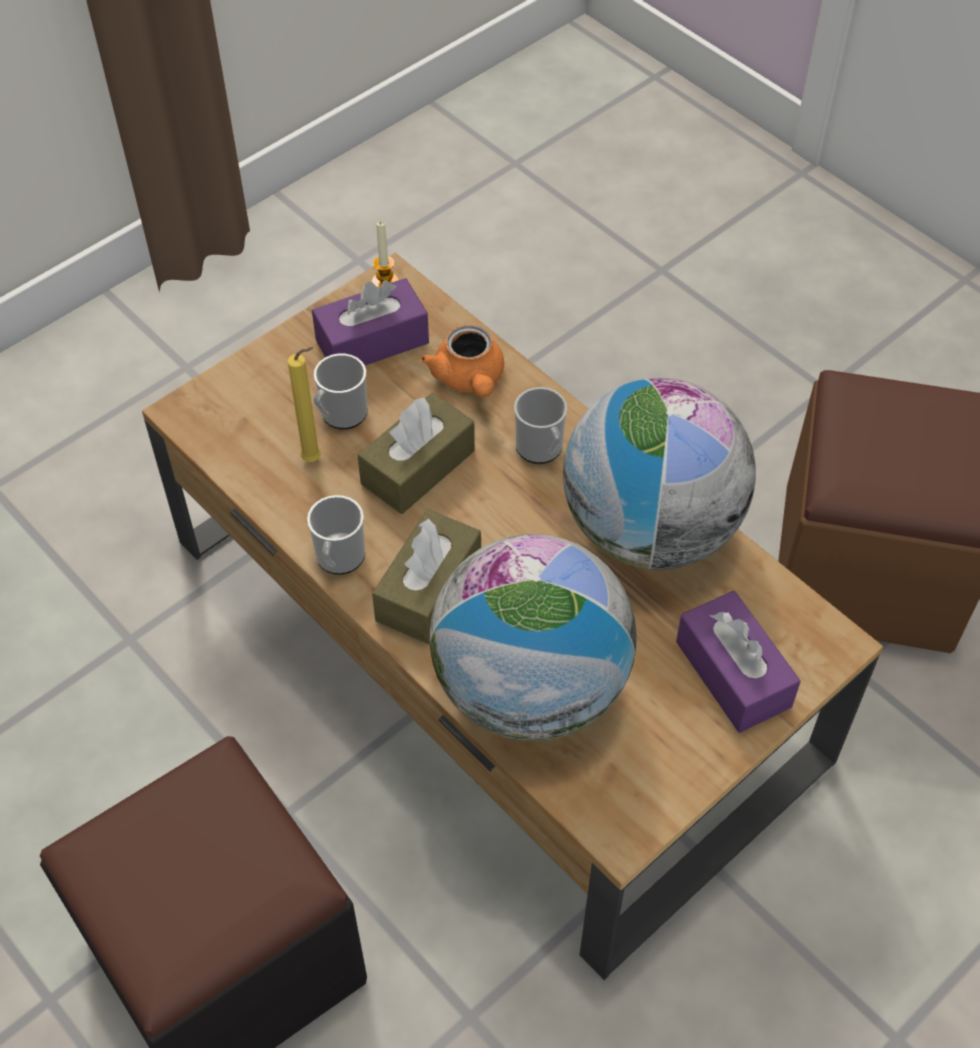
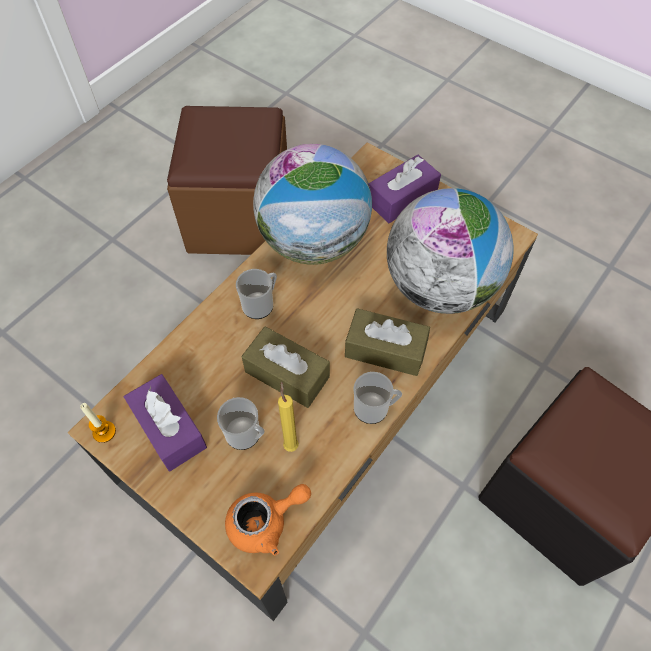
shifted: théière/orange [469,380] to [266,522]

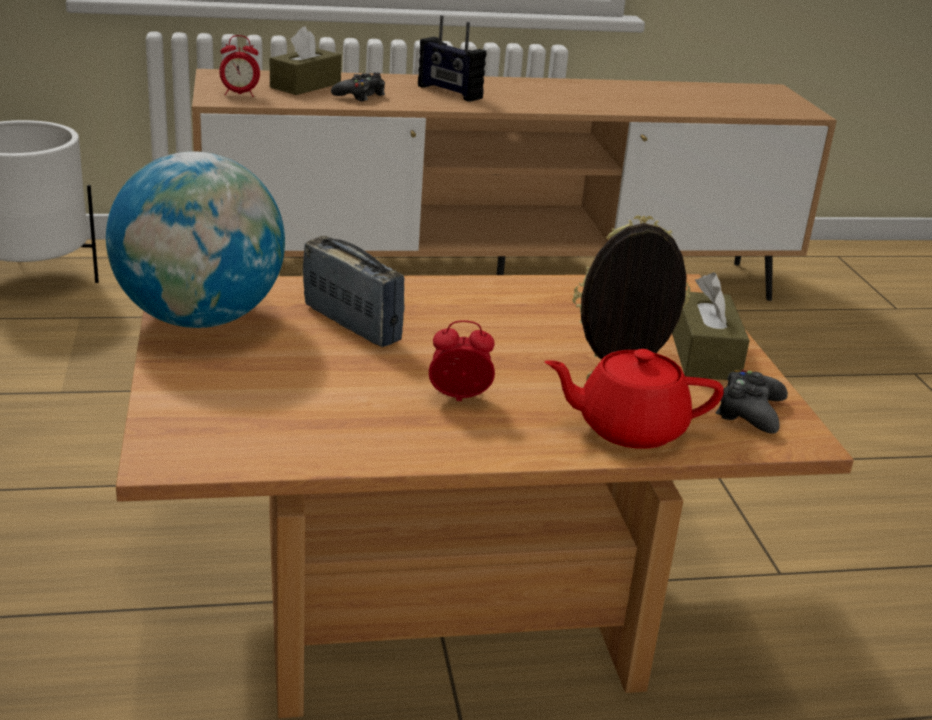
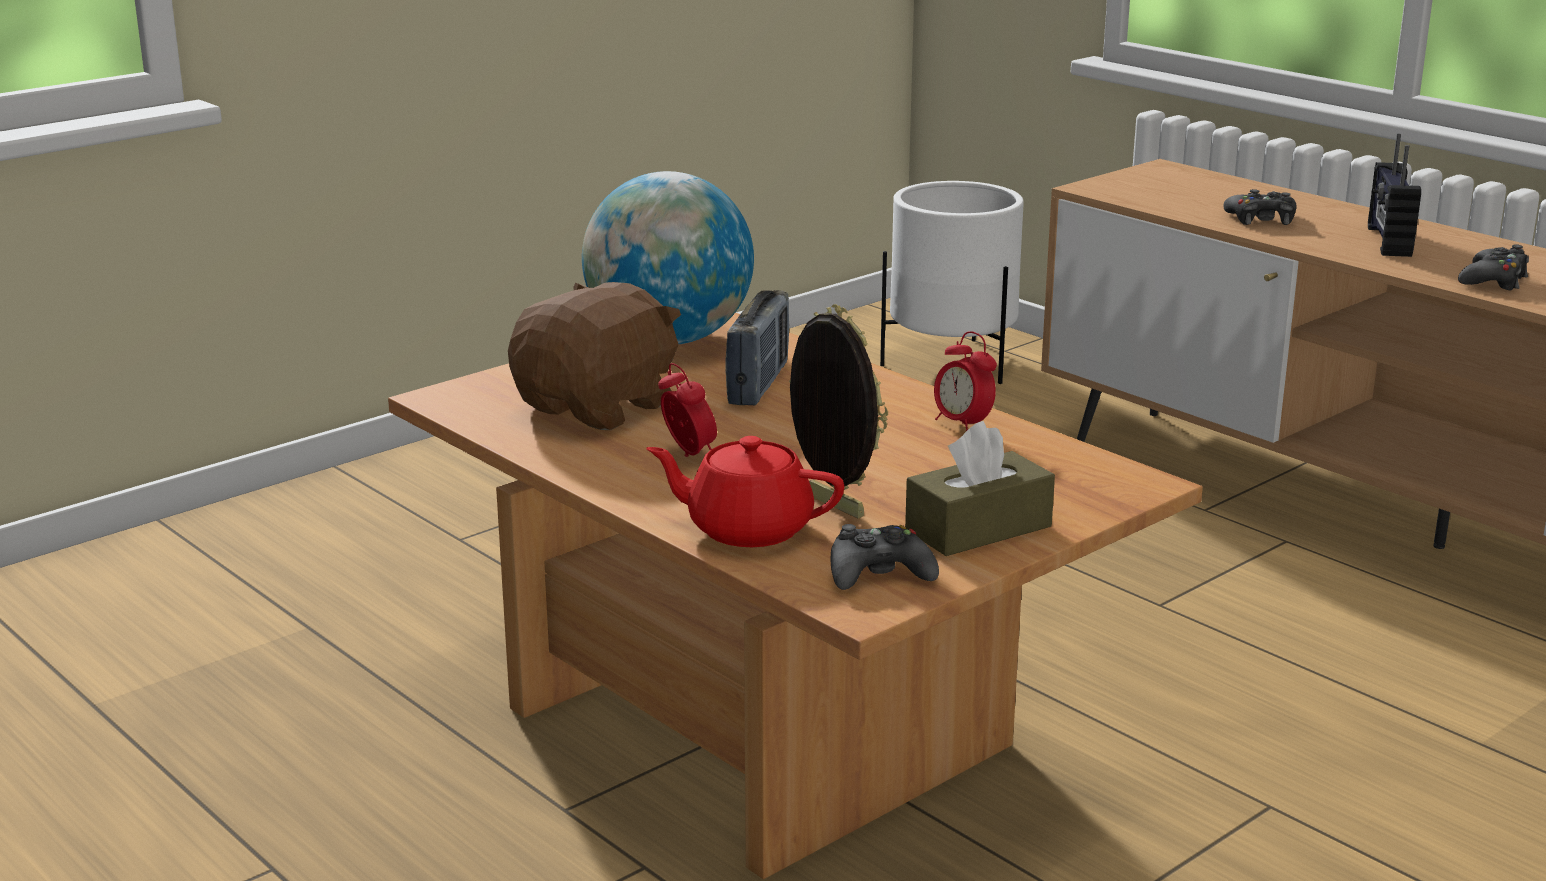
gone: boîte à mouchoirs/marron [305,85]
new: peluche/marron [599,407]; manette/noir [1493,280]
shifted: réveil [239,94] to [962,425]
rotated: théière/rouge [628,428] = [747,529] 45 degrees counterclockwise

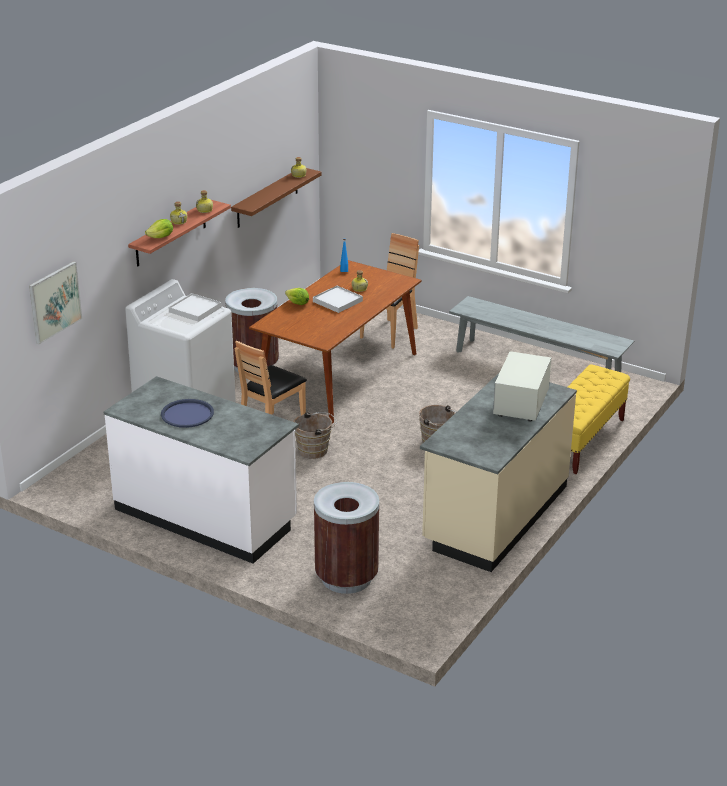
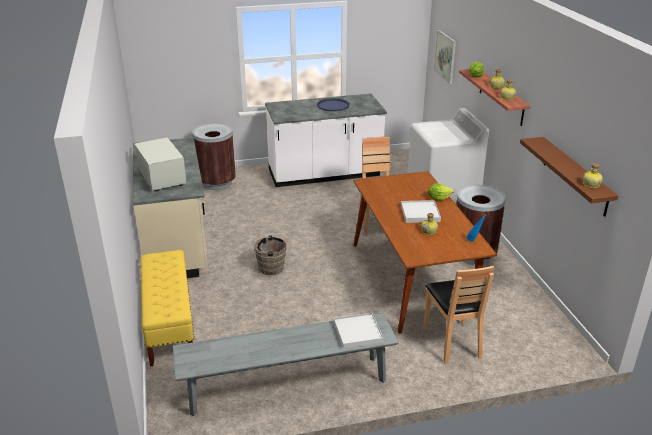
gone: seau/marron [315,450]
shifted: plateau/blanc [195,309] to [357,332]

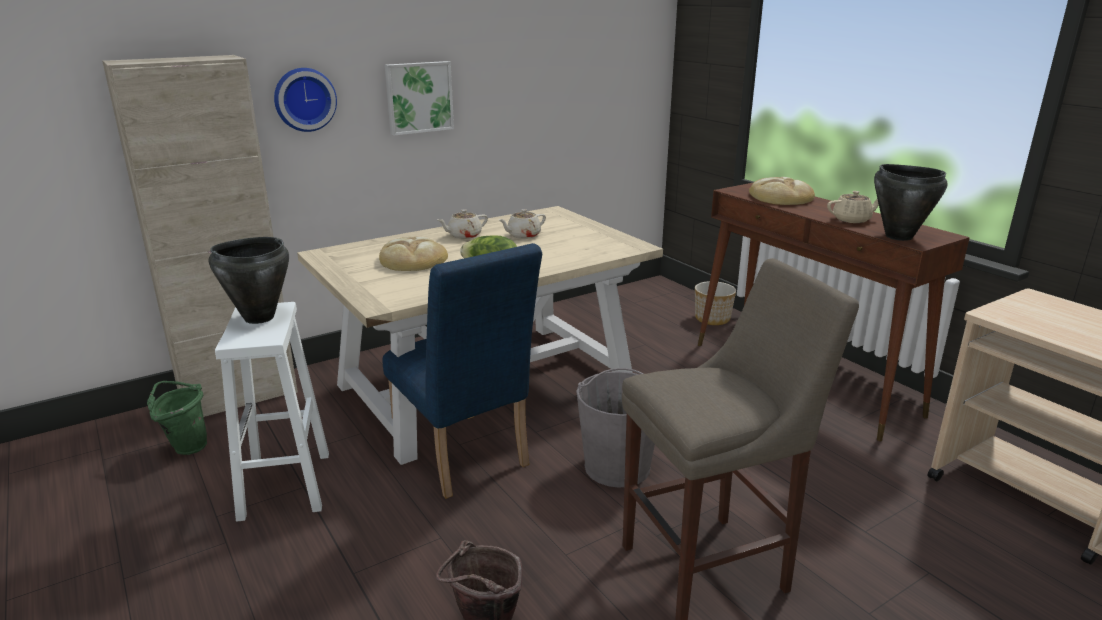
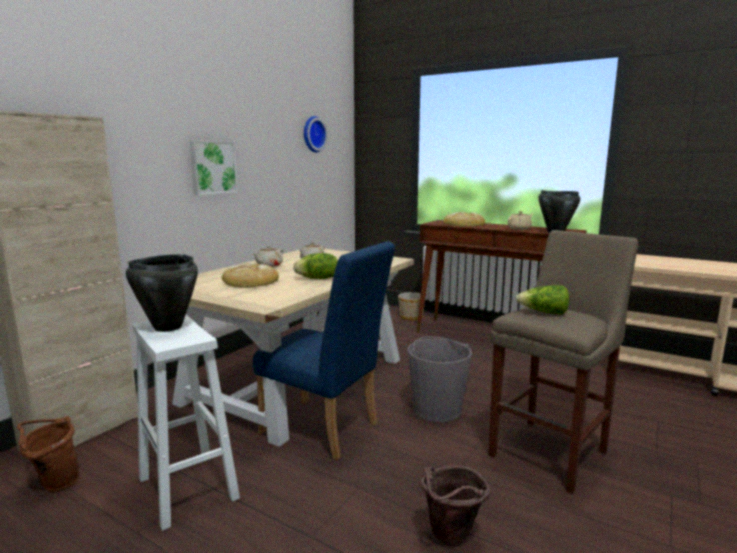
new: laitue [544,313]
shifted: horloge murale [304,99] to [312,134]
repainted: seau/vert [186,446] to seau/marron [54,483]

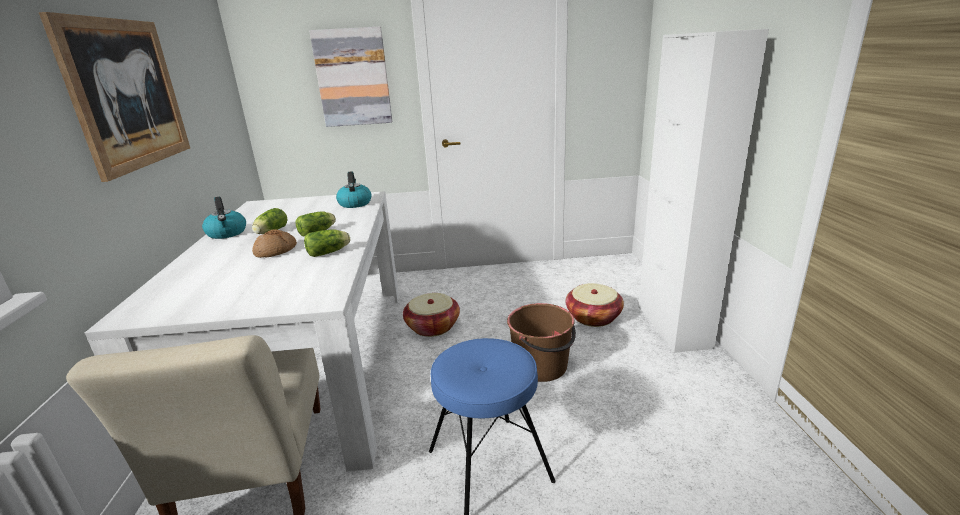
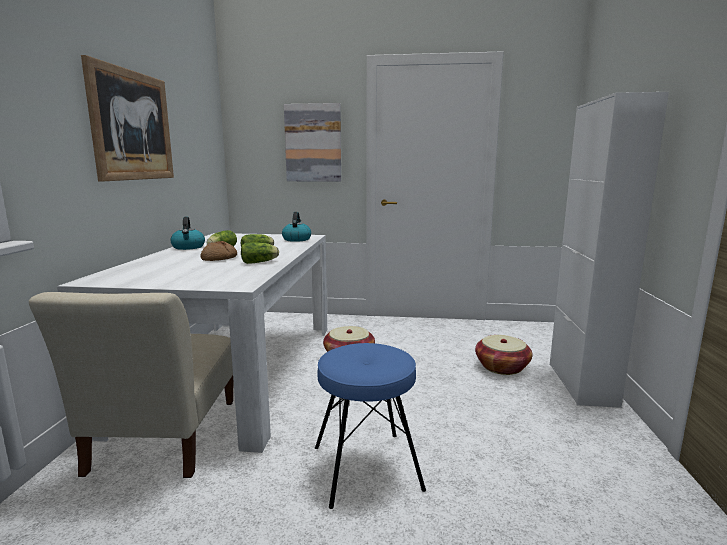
gone: seau/marron [541,366]

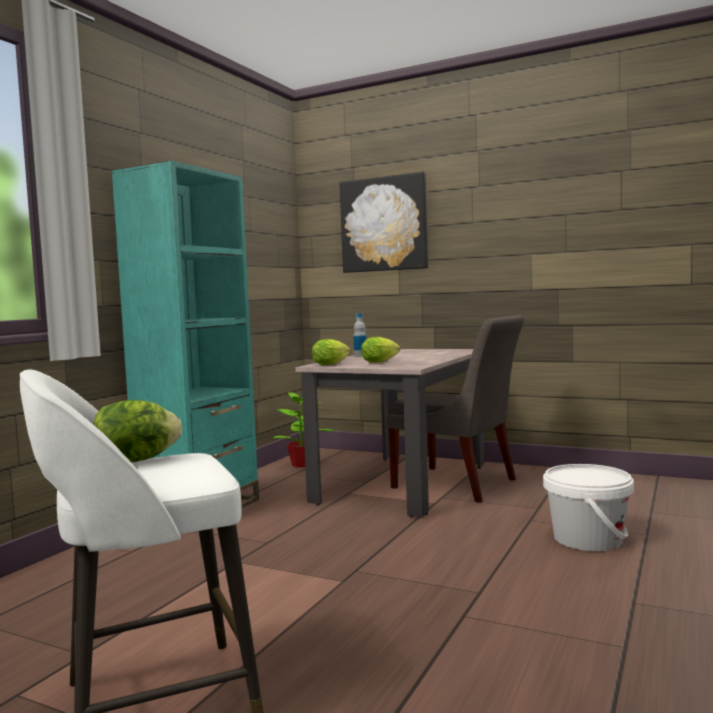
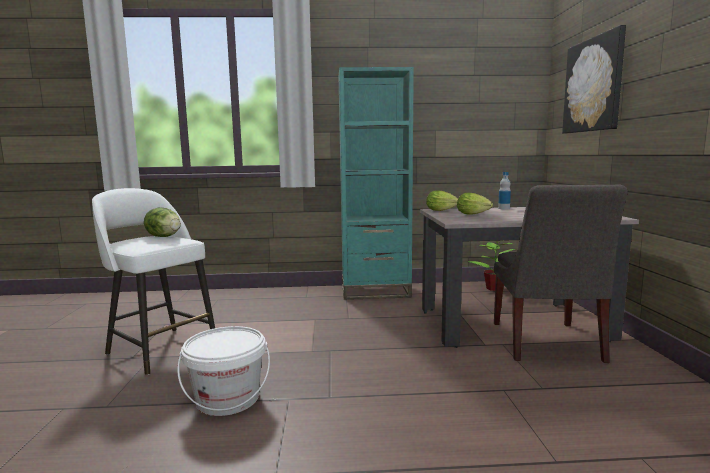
shifted: seau/blanc [588,539] to [228,399]

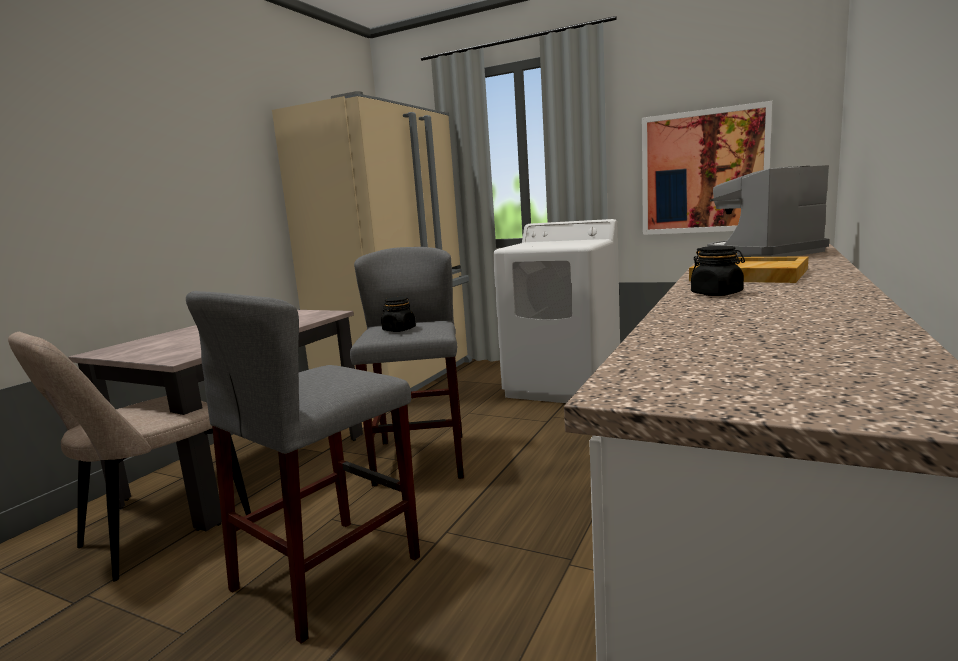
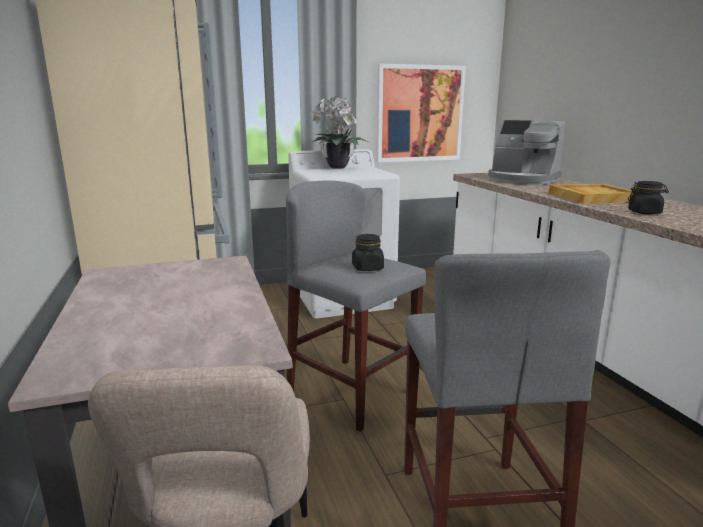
new: plante en pot [338,168]
rotated: machine à café [762,254] = [522,180] 75 degrees counterclockwise

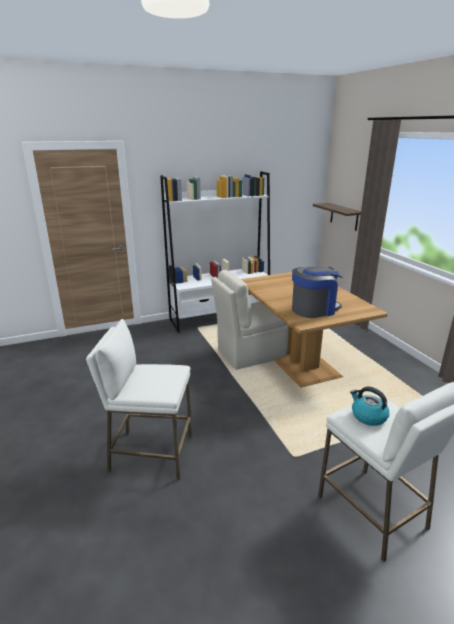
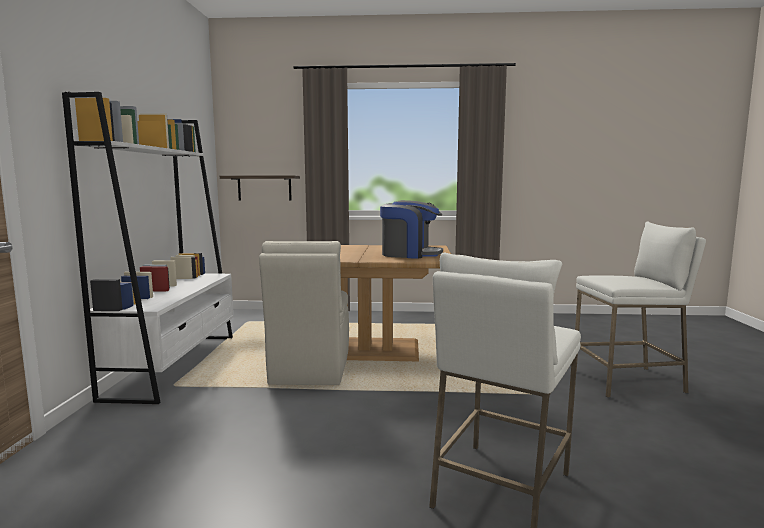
gone: bouilloire [368,416]
rotated: machine à café [314,309] = [410,254] 105 degrees clockwise

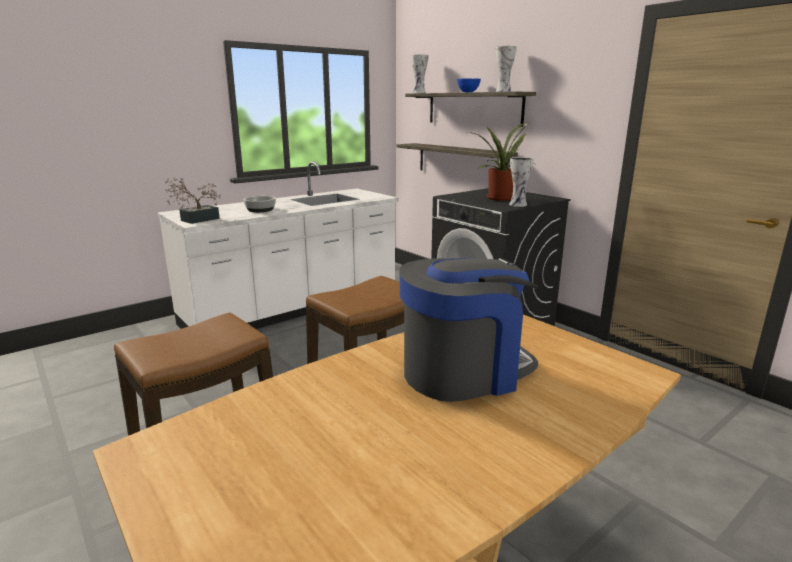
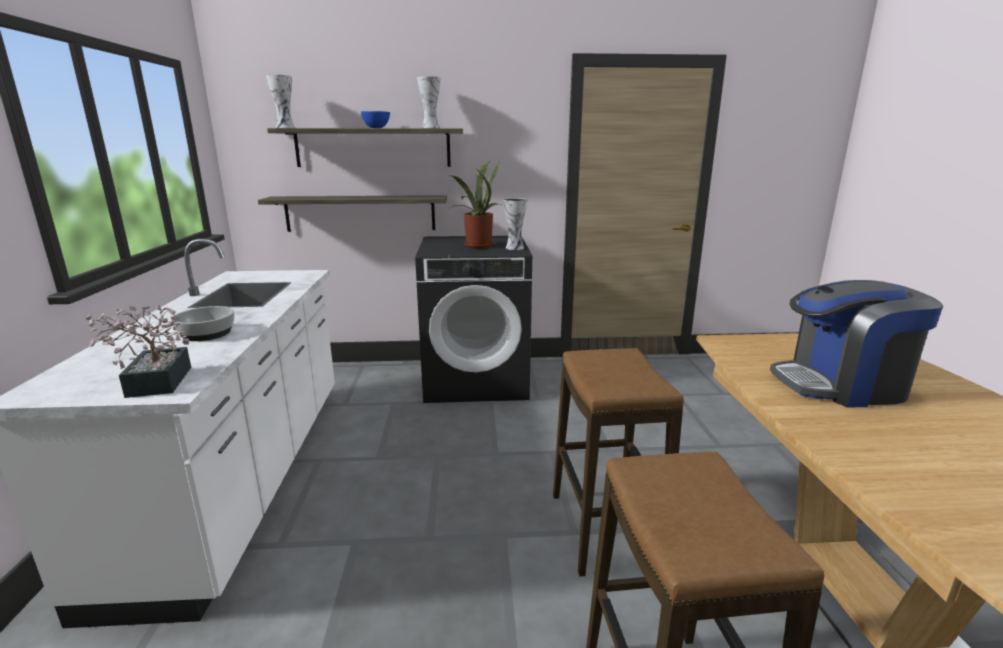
rotated: machine à café [464,371] = [841,385] 105 degrees counterclockwise

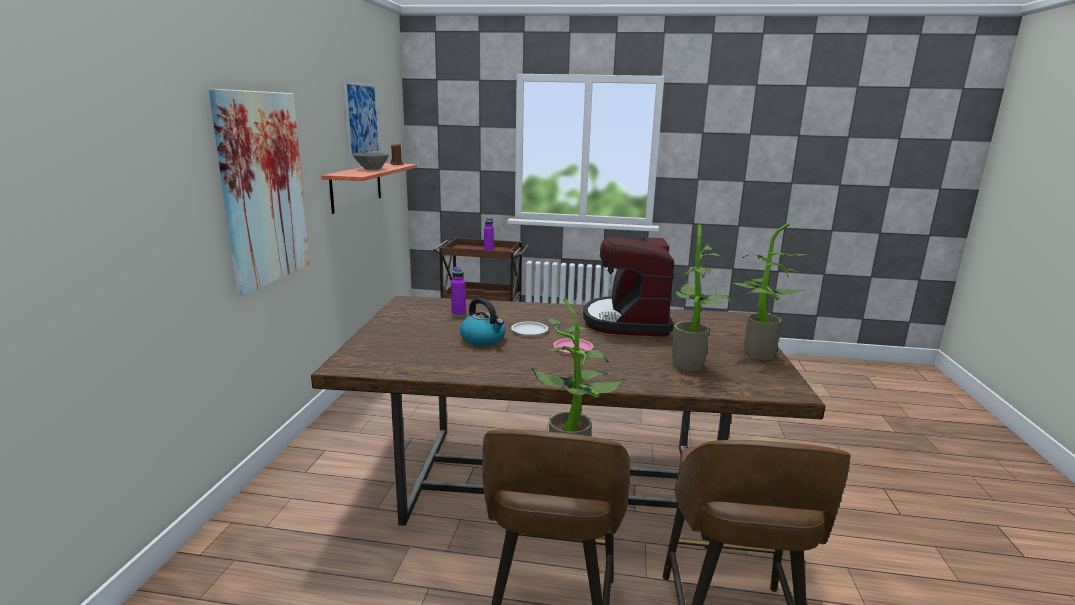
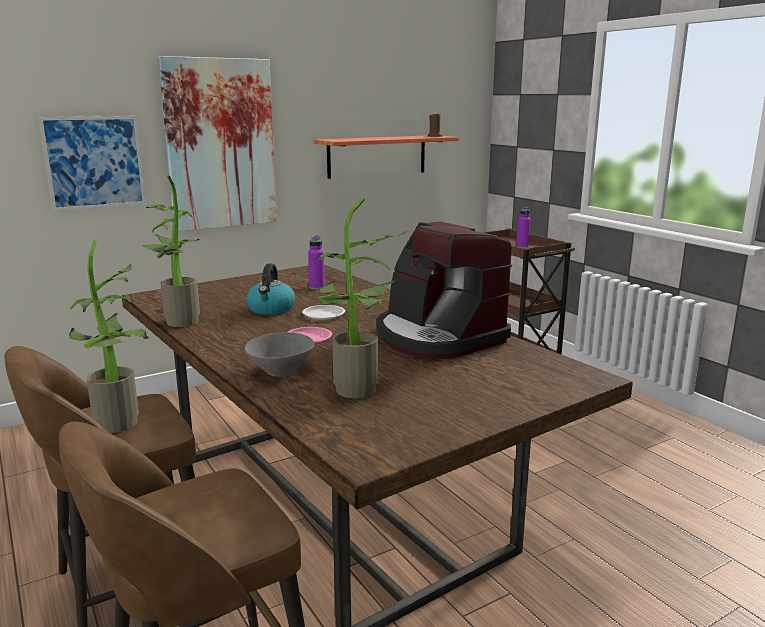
shifted: tableau [362,119] to [94,162]; plante en pot [755,355] to [178,321]; bol/gris [372,169] to [280,371]
rotated: machine à café [627,321] = [437,337] 90 degrees counterclockwise

